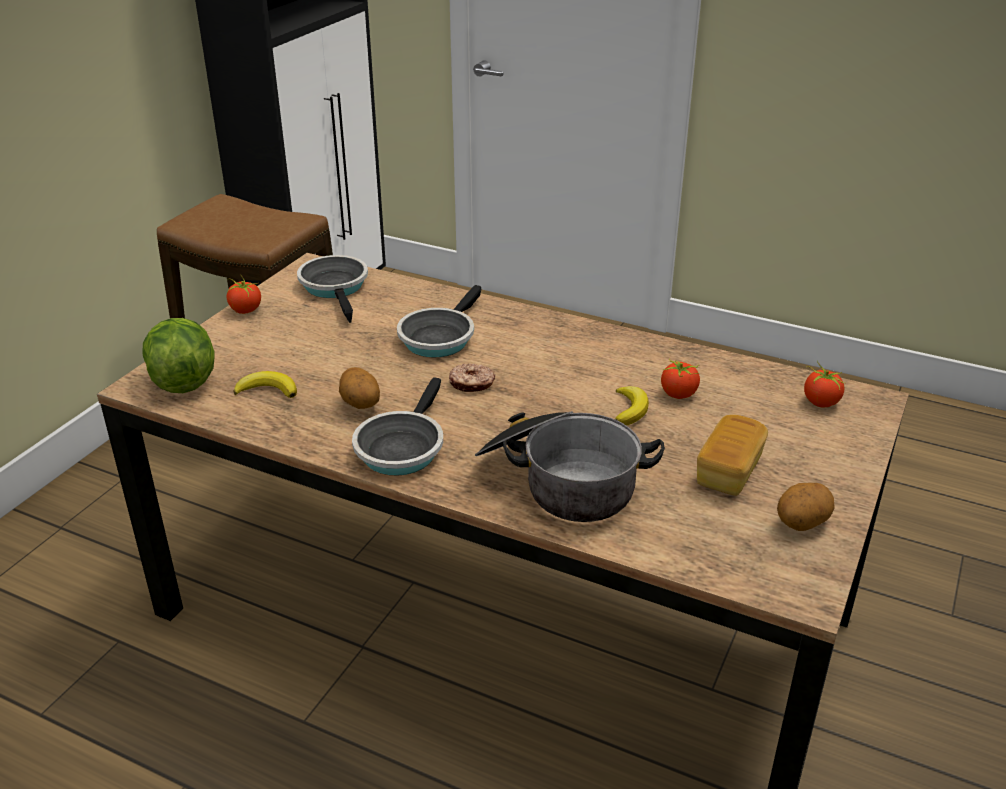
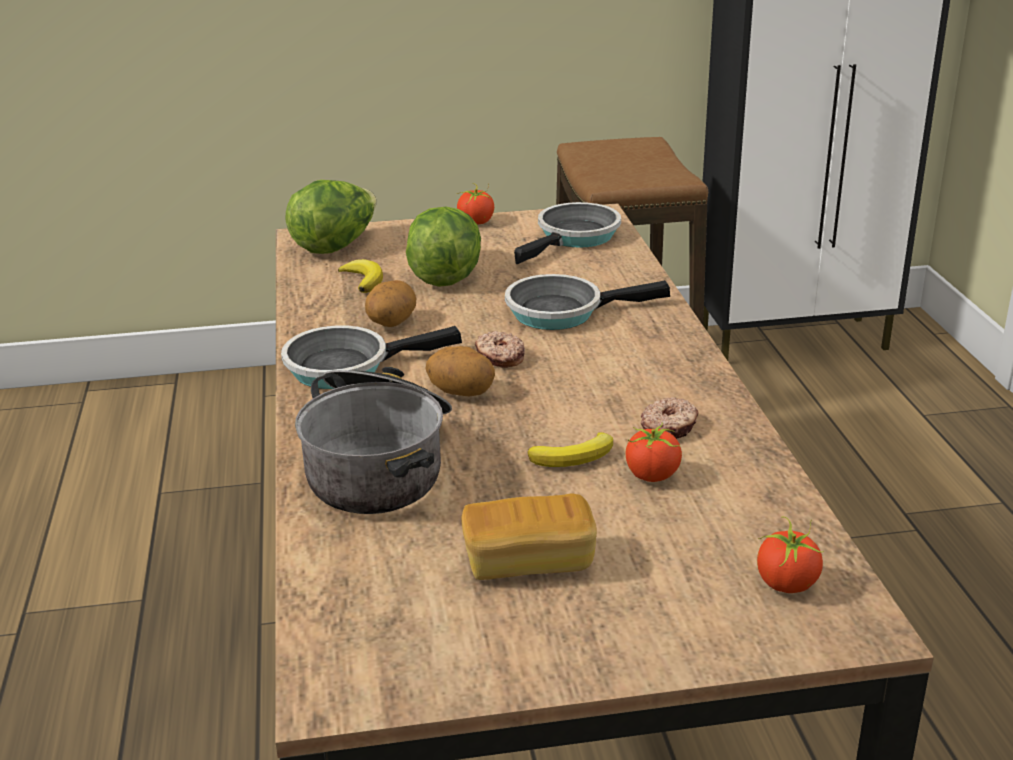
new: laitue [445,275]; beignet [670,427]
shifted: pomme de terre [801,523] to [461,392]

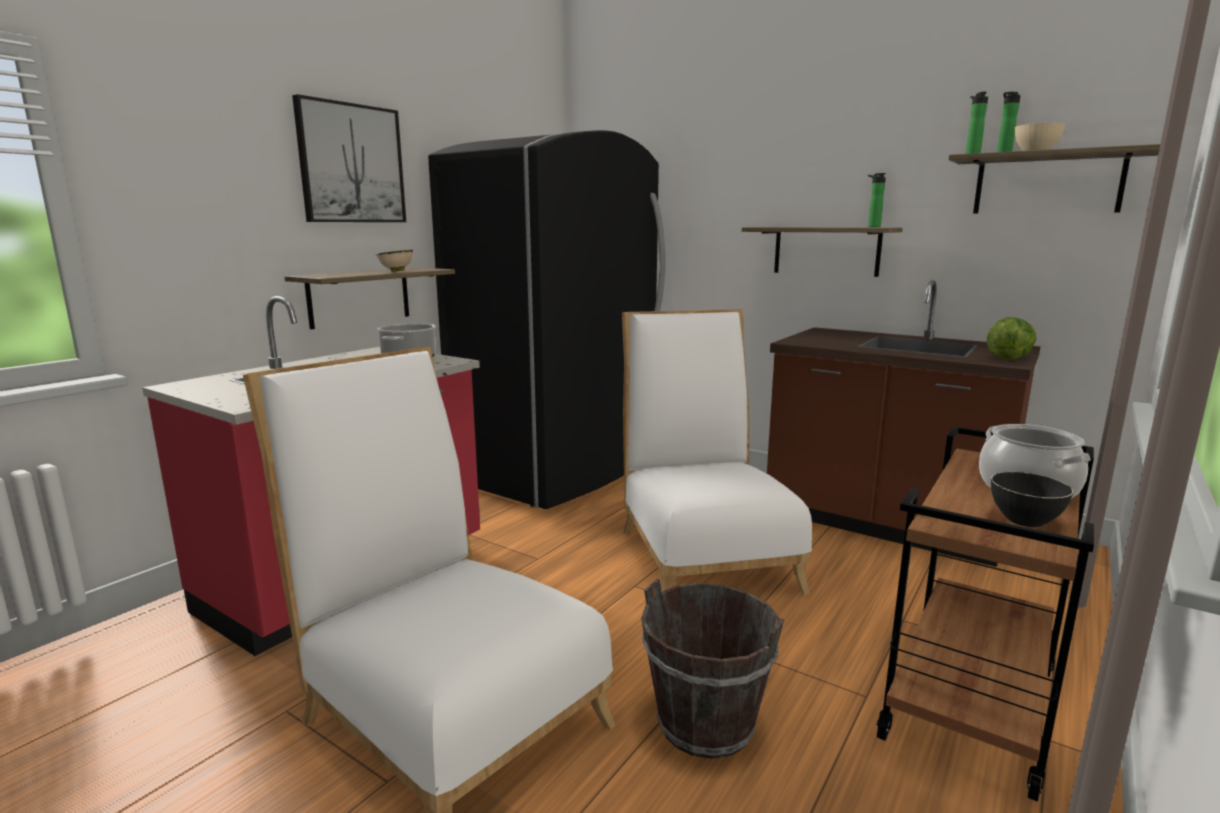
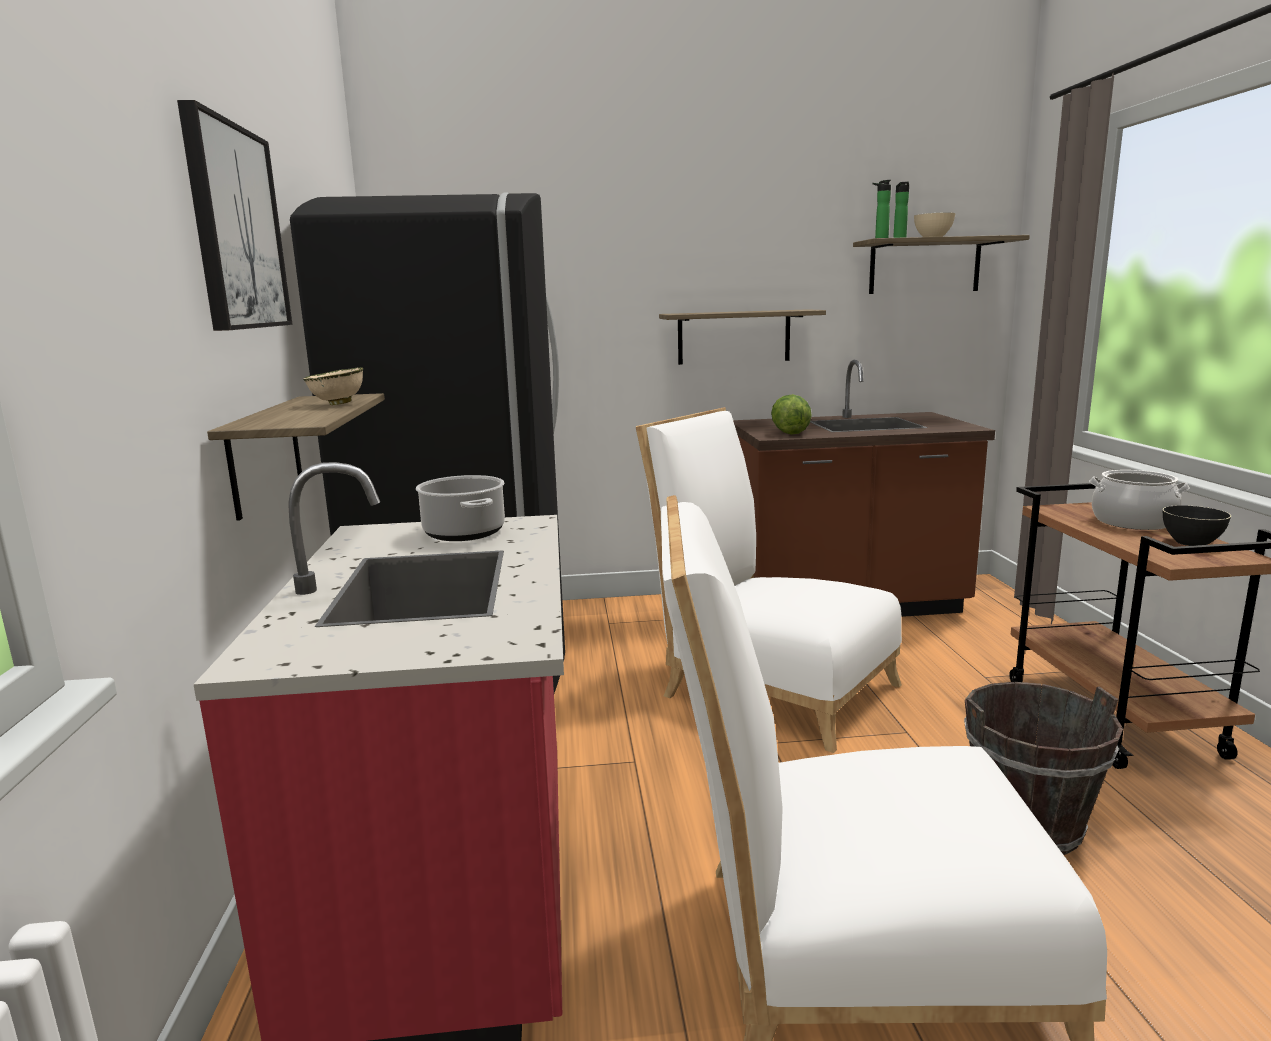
gone: bouteille [872,227]
shifted: laitue [1008,358] to [789,433]

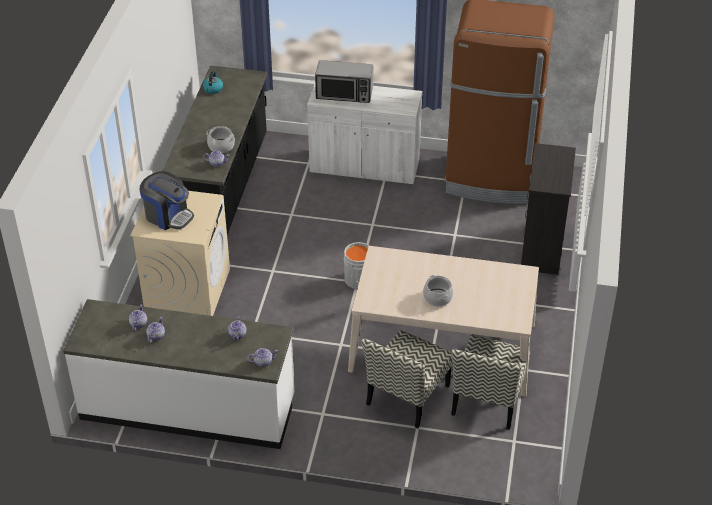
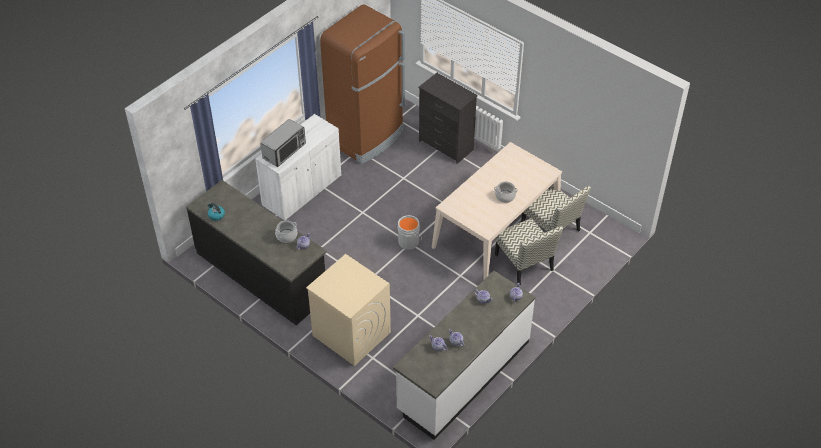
gone: machine à café [168,216]

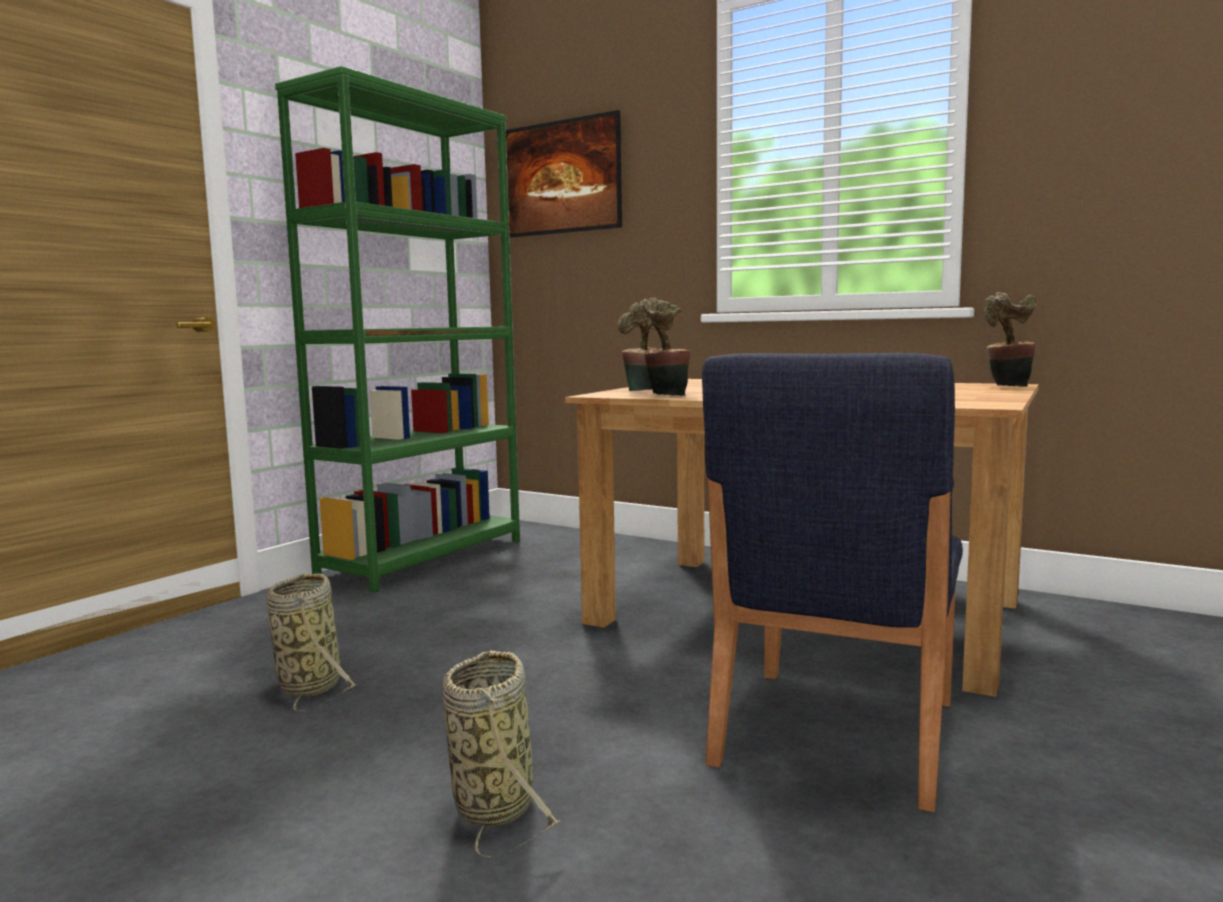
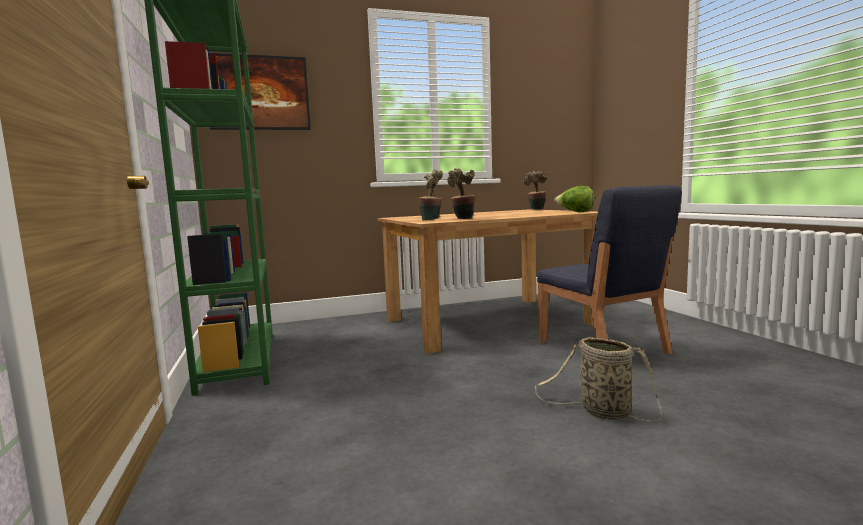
gone: panier [310,685]
new: laitue [575,212]

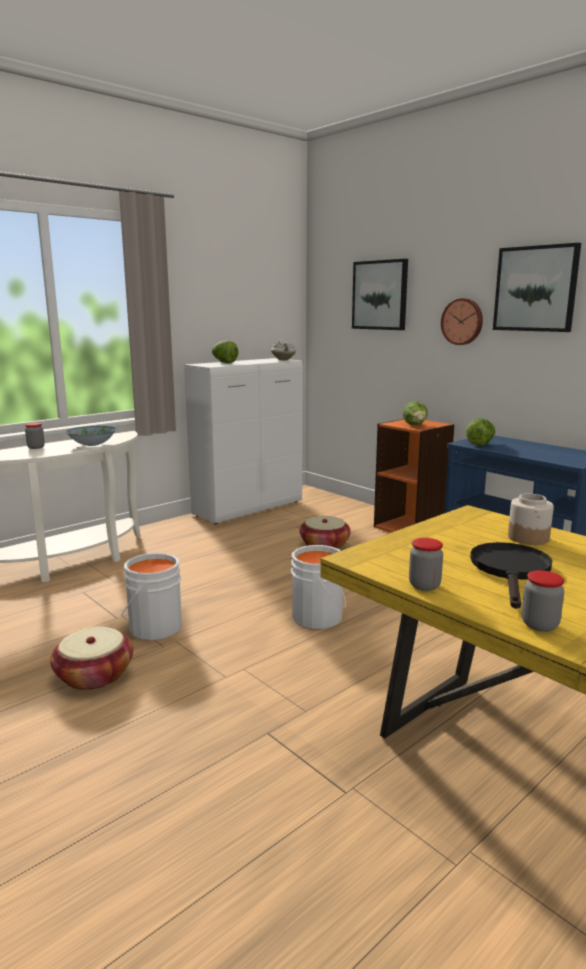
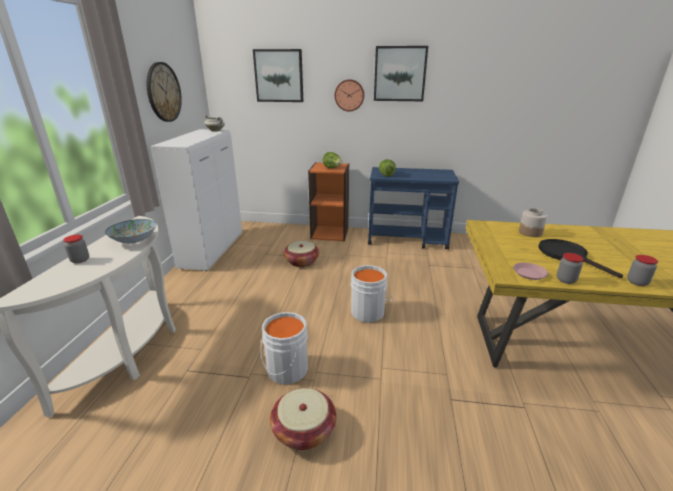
gone: laitue [224,363]
new: horloge murale [163,92]; assiette/rose [529,273]

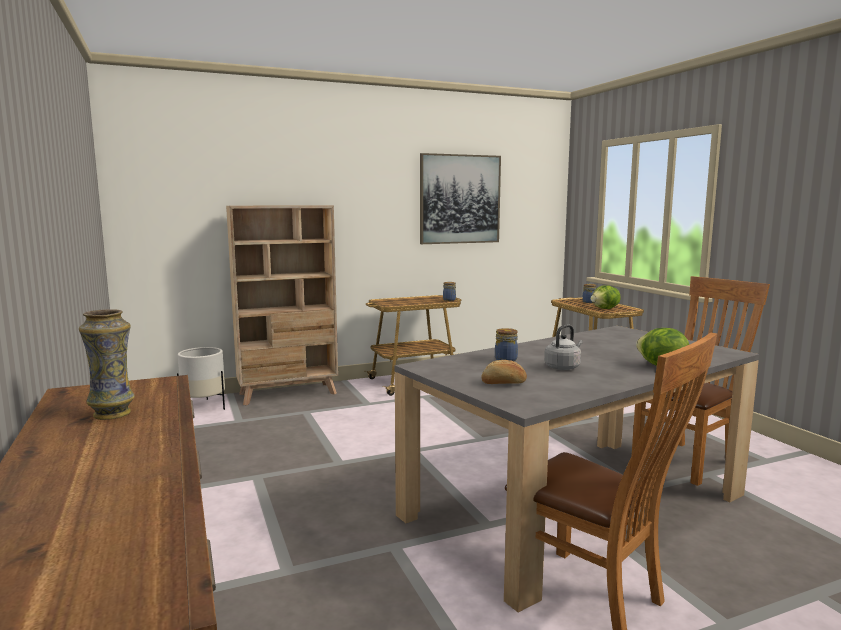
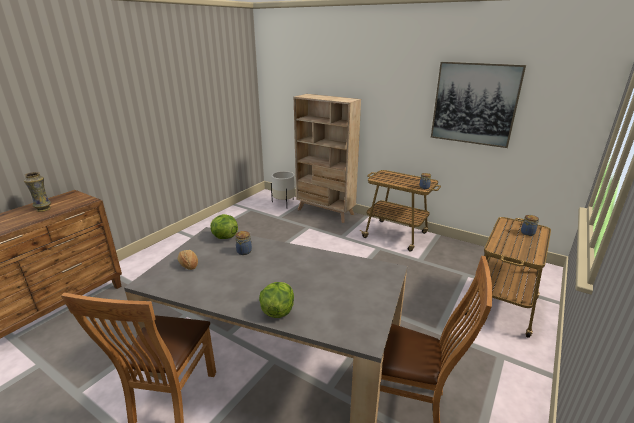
gone: bouilloire/gris [563,367]
shifted: laitue [605,309] to [224,237]

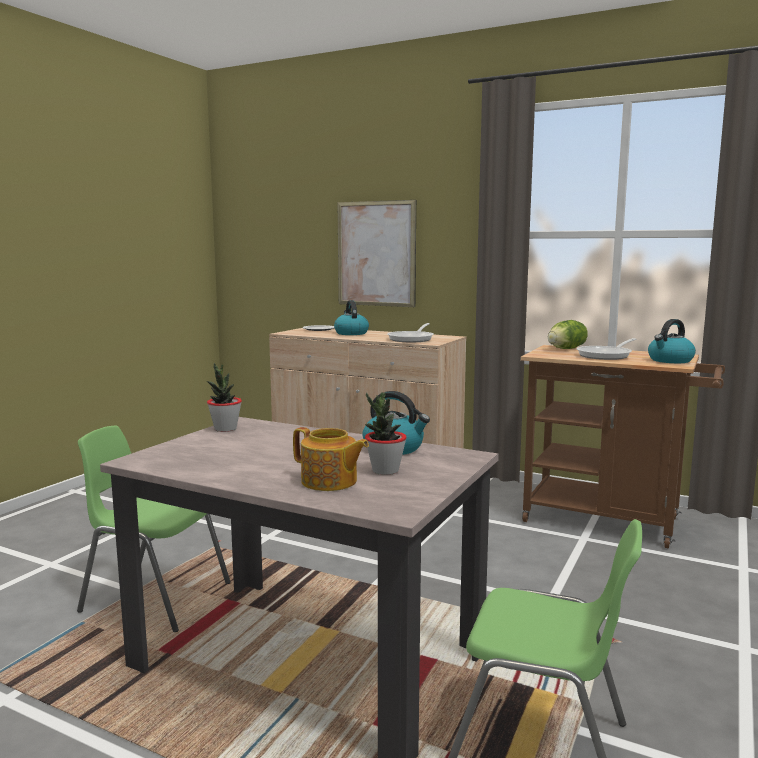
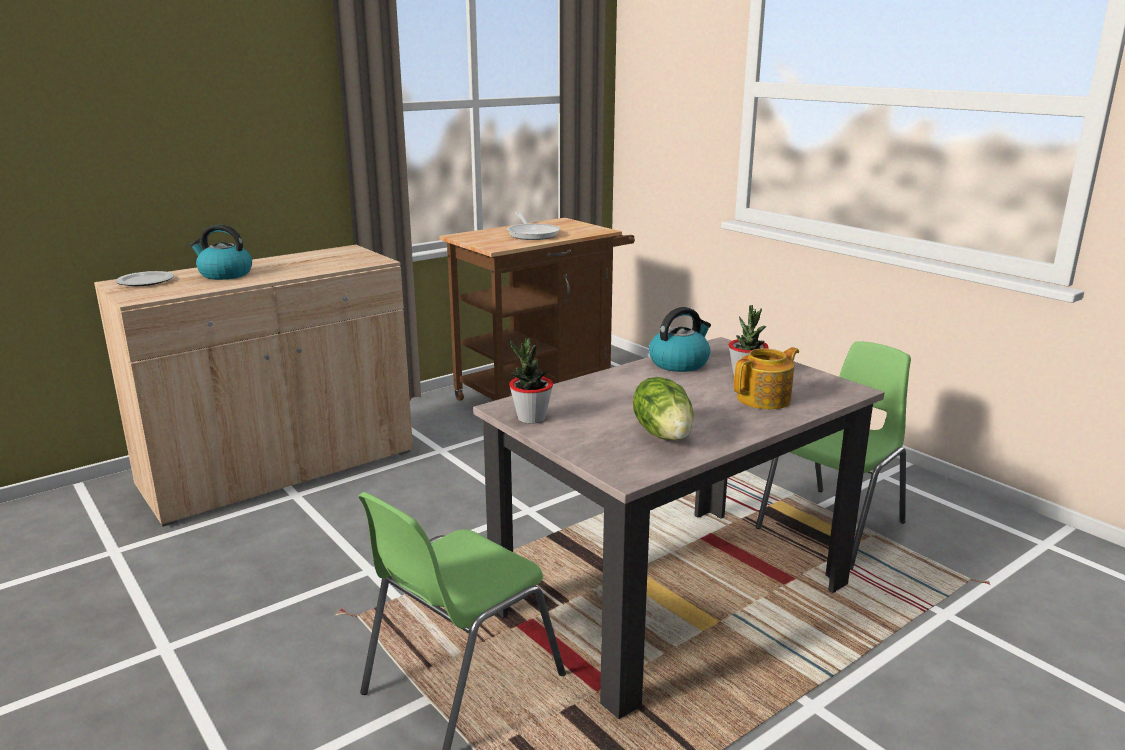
gone: tableau [376,254]; poêle [412,339]; bouilloire [670,360]
shifted: laitue [566,349] to [664,434]

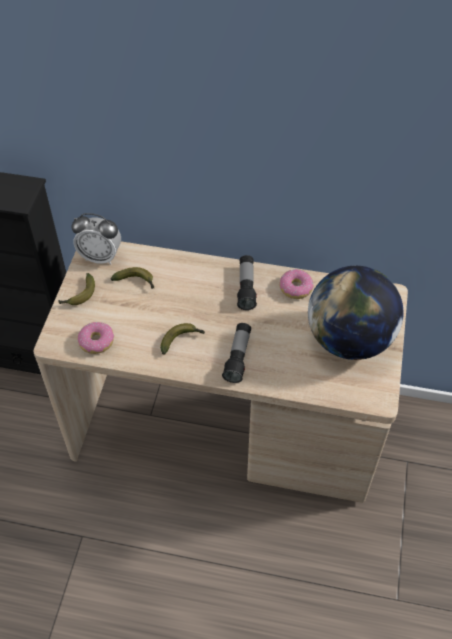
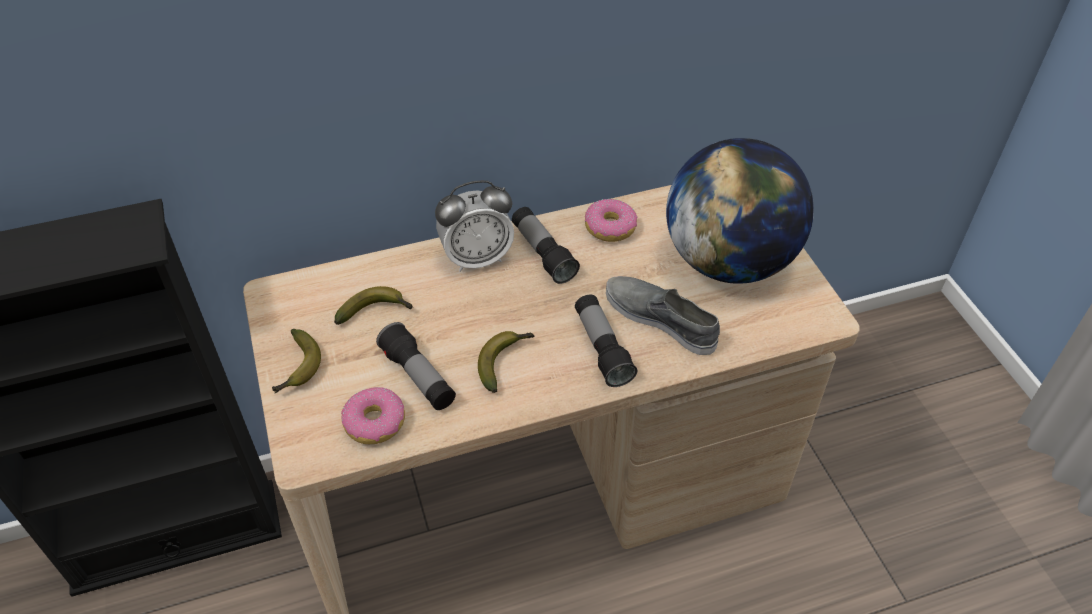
new: lampe de poche [418,377]; chaussure/gris [661,319]
shifted: réveil [100,257] to [477,258]

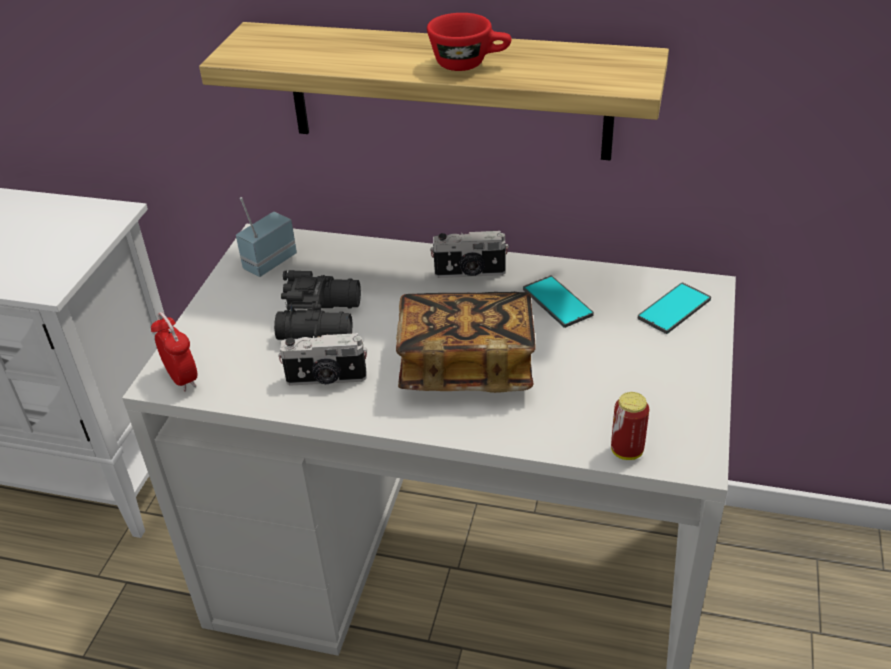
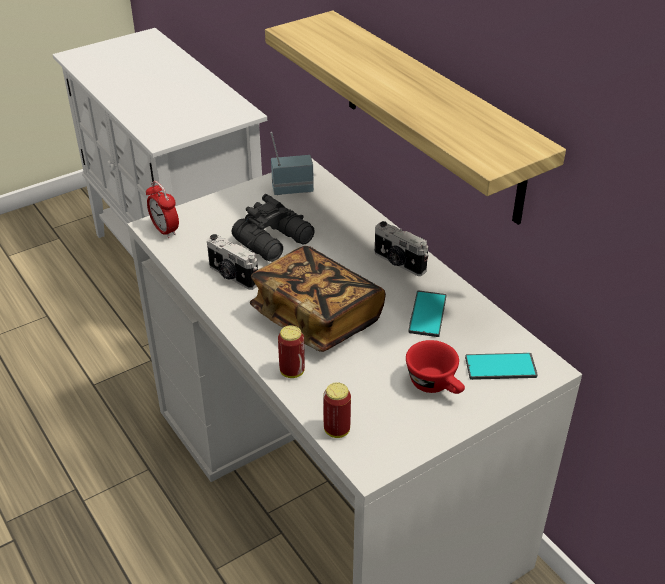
new: boîte métallique [292,371]
shifted: tasse/rouge [470,64] to [436,385]
rotated: réveil [182,378] = [165,230] 135 degrees clockwise

